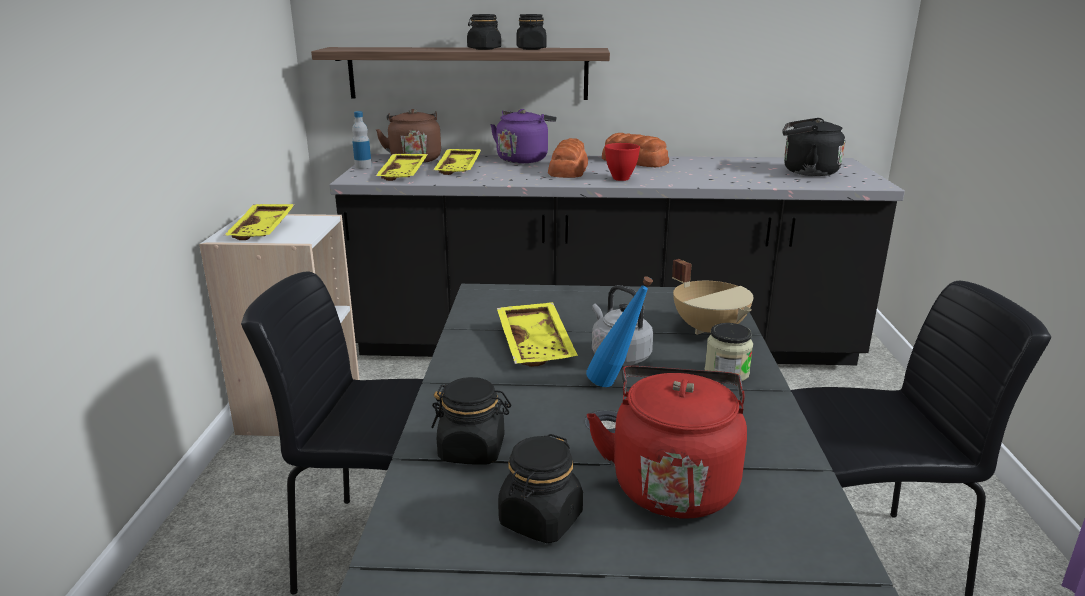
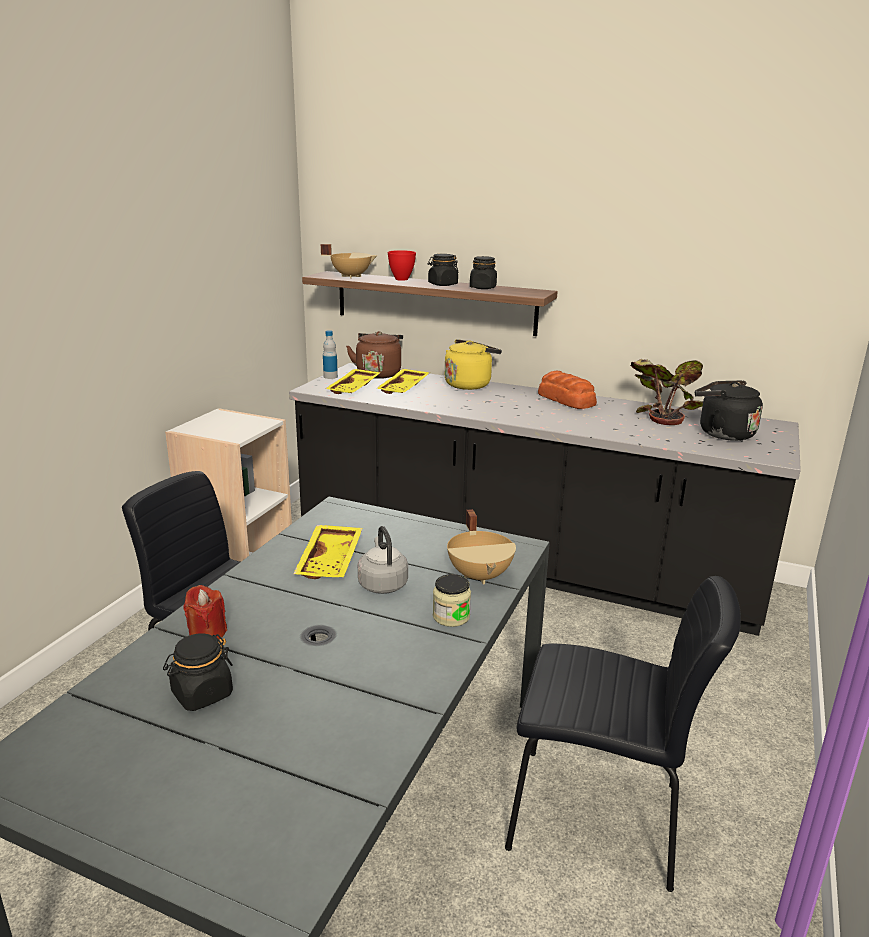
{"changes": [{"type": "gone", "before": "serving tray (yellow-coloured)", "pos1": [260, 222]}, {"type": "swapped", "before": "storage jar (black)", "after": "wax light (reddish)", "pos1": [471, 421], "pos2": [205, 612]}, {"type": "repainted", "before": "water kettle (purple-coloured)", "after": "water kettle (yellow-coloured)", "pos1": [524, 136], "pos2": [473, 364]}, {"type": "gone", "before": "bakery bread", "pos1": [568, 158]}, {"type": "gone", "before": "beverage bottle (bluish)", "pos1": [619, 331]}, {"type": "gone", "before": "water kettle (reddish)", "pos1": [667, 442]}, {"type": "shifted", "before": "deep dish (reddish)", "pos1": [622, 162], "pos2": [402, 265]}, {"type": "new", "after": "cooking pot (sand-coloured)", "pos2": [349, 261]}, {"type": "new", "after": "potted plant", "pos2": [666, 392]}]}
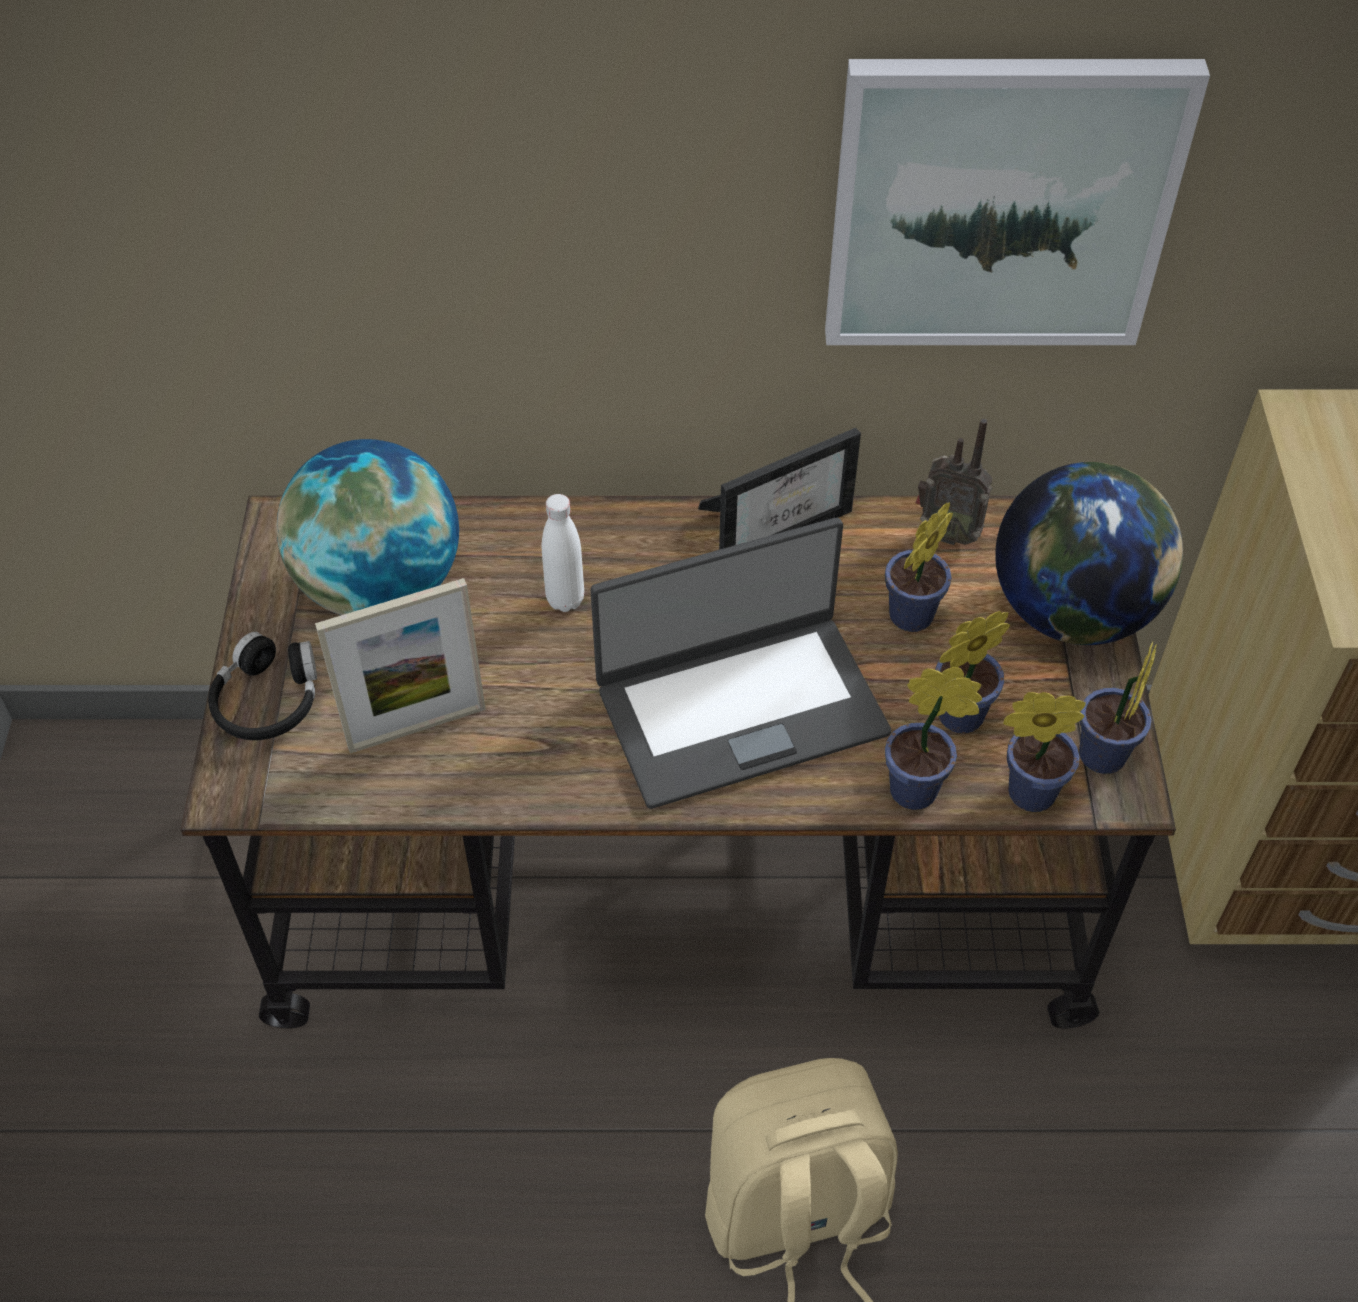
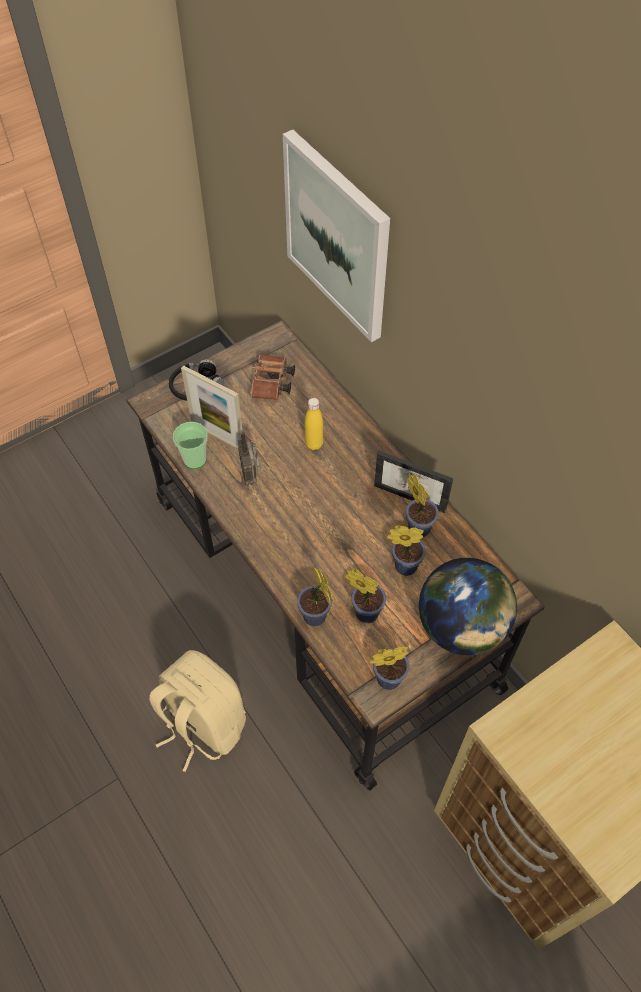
{"changes": [{"type": "swapped", "before": "desk globe", "after": "binoculars (brown)", "pos1": [367, 527], "pos2": [272, 377]}, {"type": "repainted", "before": "beverage bottle (white)", "after": "beverage bottle (yellow-coloured)", "pos1": [563, 553], "pos2": [314, 424]}, {"type": "gone", "before": "notebook computer", "pos1": [740, 663]}, {"type": "shifted", "before": "wall picture", "pos1": [1017, 202], "pos2": [336, 236]}, {"type": "shifted", "before": "radio receiver", "pos1": [954, 482], "pos2": [249, 458]}, {"type": "shifted", "before": "potted plant", "pos1": [1044, 752], "pos2": [422, 505]}, {"type": "new", "after": "cup", "pos2": [190, 445]}]}
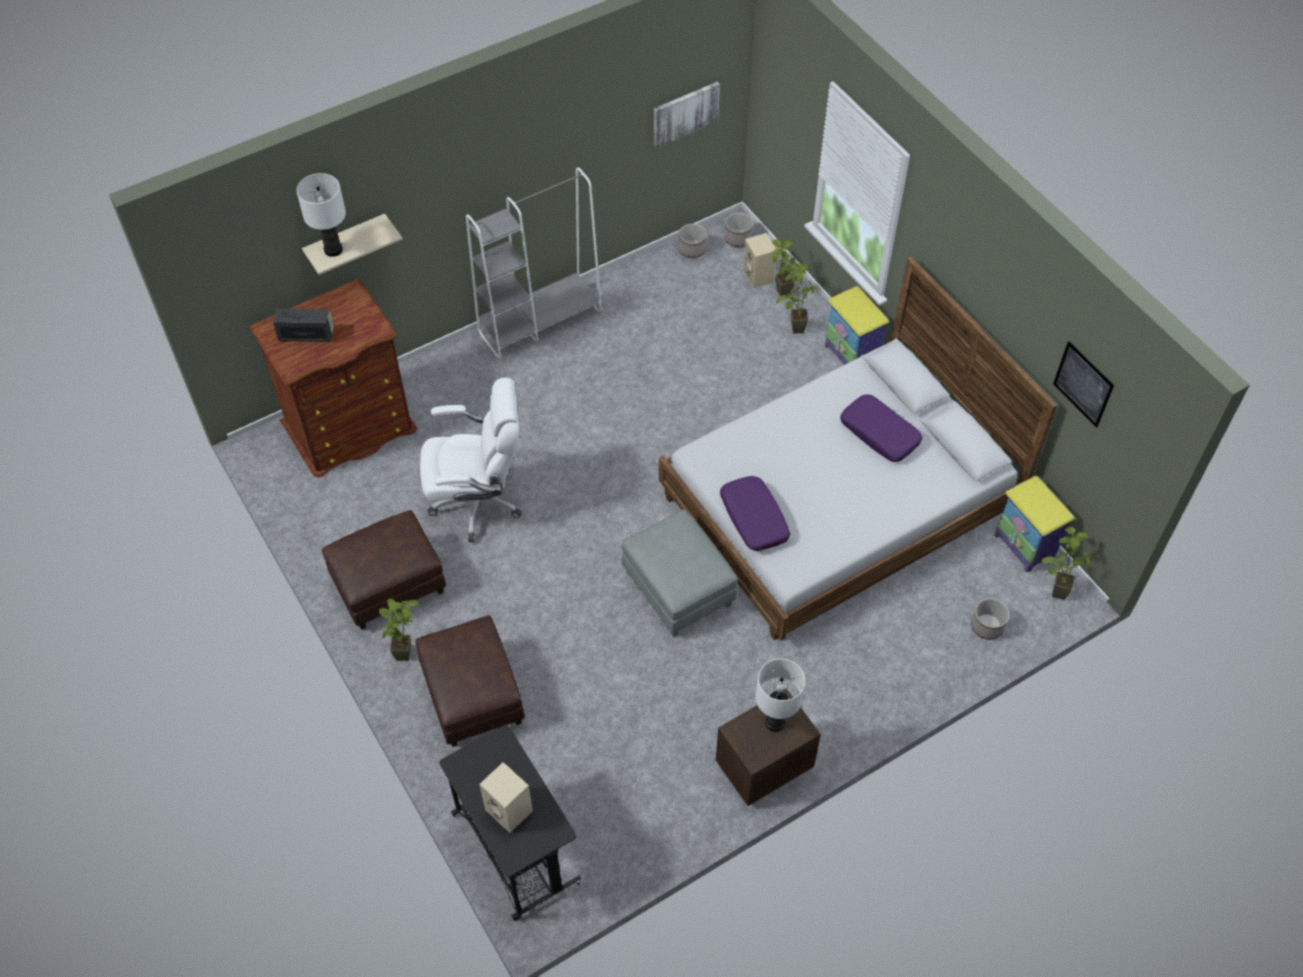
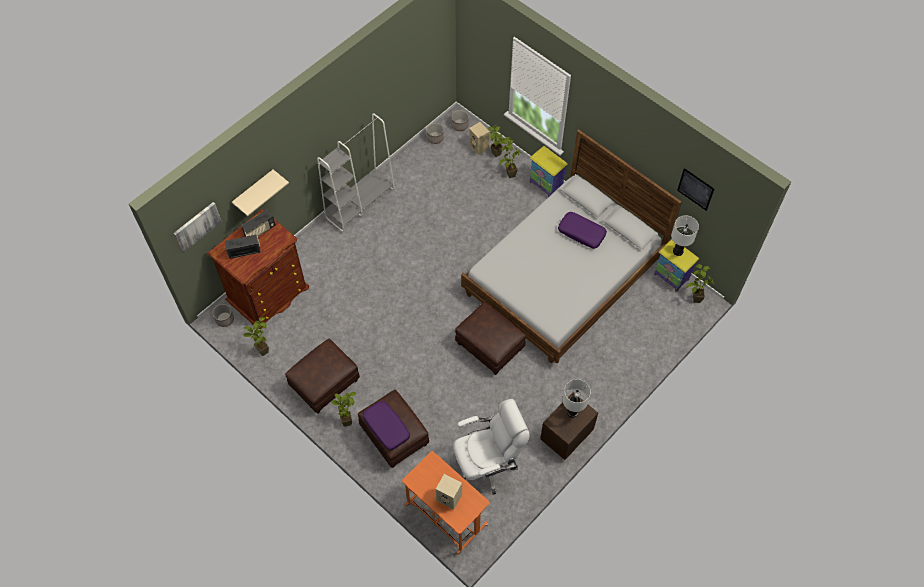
{"changes": [{"type": "shifted", "before": "table lamp (white)", "pos1": [321, 215], "pos2": [685, 236]}, {"type": "shifted", "before": "desk chair (white)", "pos1": [471, 460], "pos2": [491, 447]}, {"type": "repainted", "before": "desk unit (black)", "after": "desk unit (orange)", "pos1": [510, 823], "pos2": [446, 503]}, {"type": "repainted", "before": "ottoman (gray)", "after": "ottoman (brown)", "pos1": [679, 573], "pos2": [490, 338]}, {"type": "shifted", "before": "wall picture", "pos1": [687, 115], "pos2": [197, 227]}, {"type": "shifted", "before": "pillow (purple-coloured)", "pos1": [755, 513], "pos2": [386, 425]}, {"type": "shifted", "before": "plant pot", "pos1": [990, 619], "pos2": [223, 315]}, {"type": "new", "after": "radio receiver", "pos2": [258, 223]}, {"type": "new", "after": "potted plant", "pos2": [256, 336]}]}
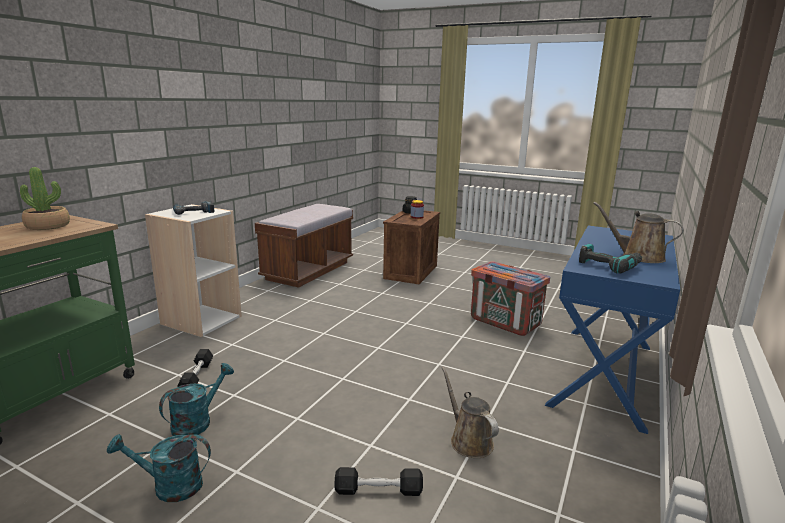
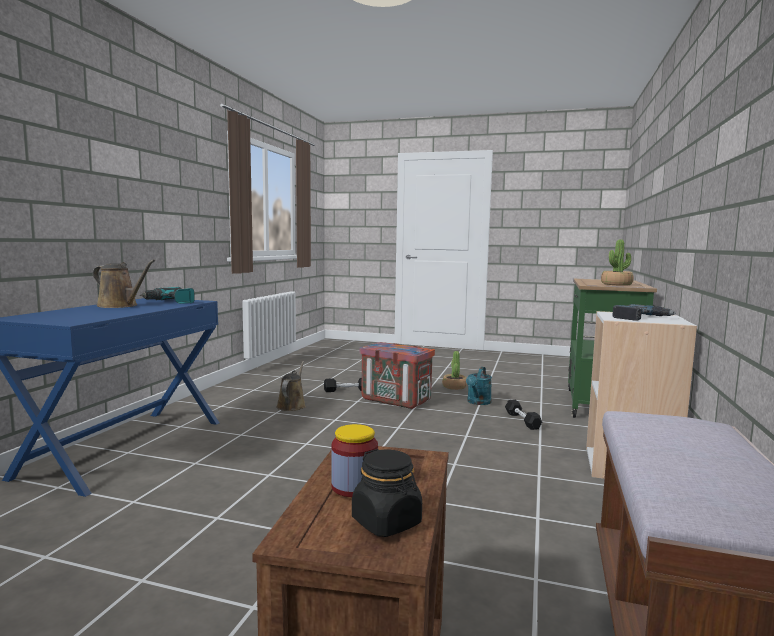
{"changes": [{"type": "swapped", "before": "sprinkling can (blue-green)", "after": "potted plant", "pos1": [159, 468], "pos2": [454, 370]}, {"type": "rotated", "before": "sprinkling can (brown)", "pos1": [470, 412], "pos2": [291, 386], "turn": -135}, {"type": "shifted", "before": "shipping crate", "pos1": [510, 298], "pos2": [397, 375]}]}
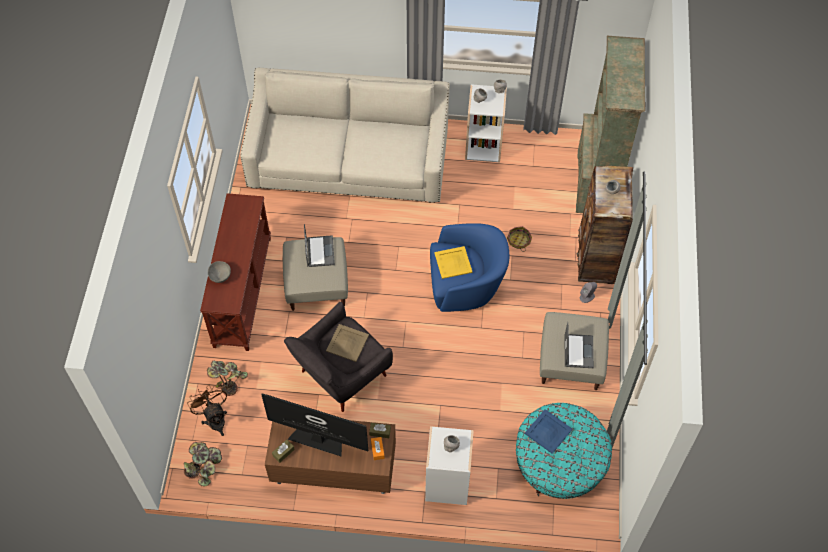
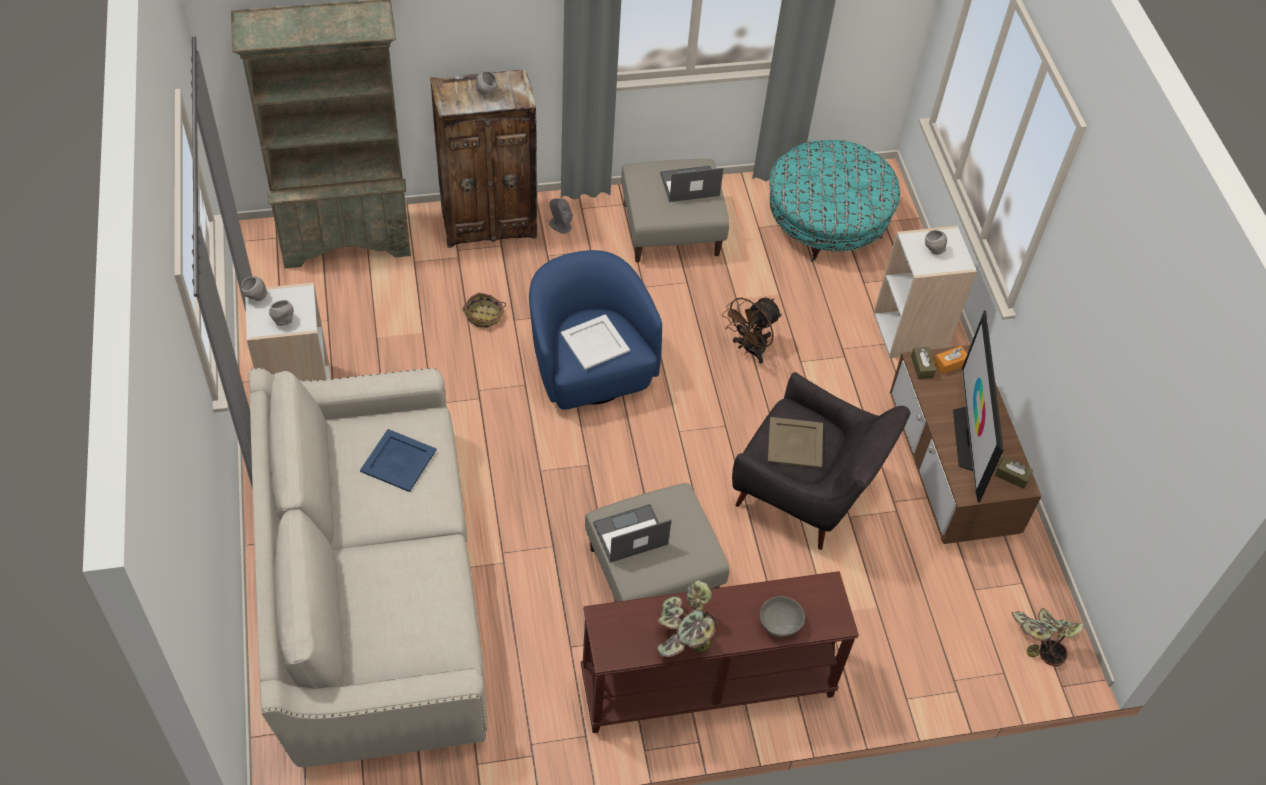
{"changes": [{"type": "shifted", "before": "electric fan (brown)", "pos1": [207, 410], "pos2": [752, 331]}, {"type": "shifted", "before": "potted plant", "pos1": [227, 378], "pos2": [687, 618]}, {"type": "repainted", "before": "serving tray (yellow-coloured)", "after": "serving tray (white)", "pos1": [453, 262], "pos2": [595, 342]}, {"type": "shifted", "before": "serving tray (bluish)", "pos1": [548, 431], "pos2": [398, 460]}]}
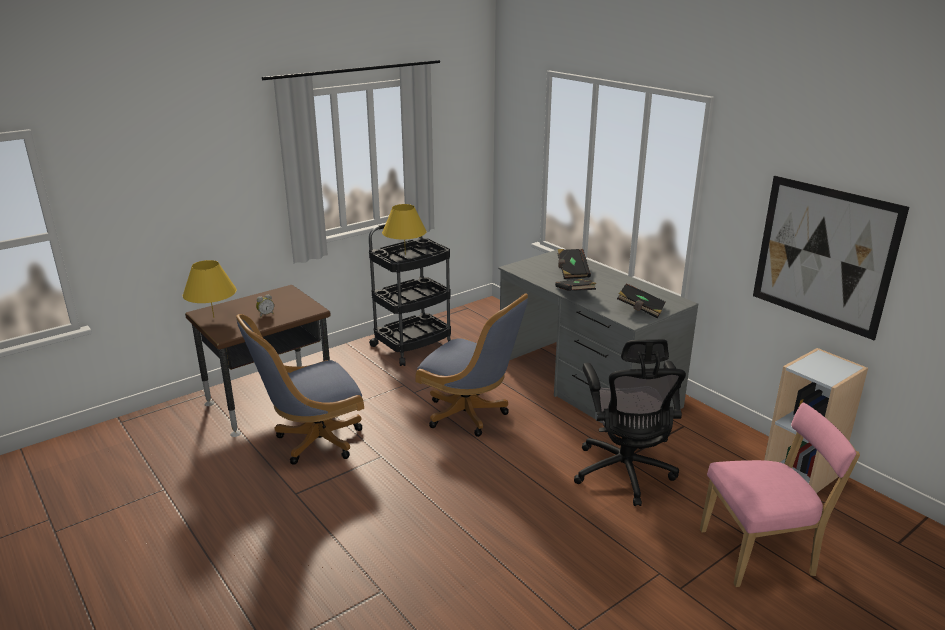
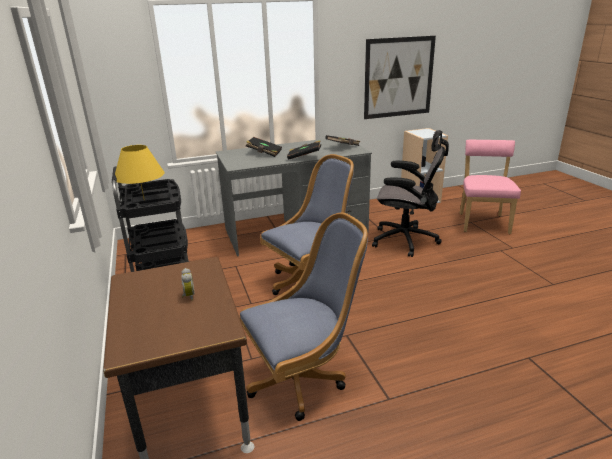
{"changes": [{"type": "gone", "before": "table lamp (yellow-coloured)", "pos1": [210, 289]}, {"type": "rotated", "before": "desk chair (bluish)", "pos1": [300, 389], "pos2": [304, 317], "turn": -105}]}
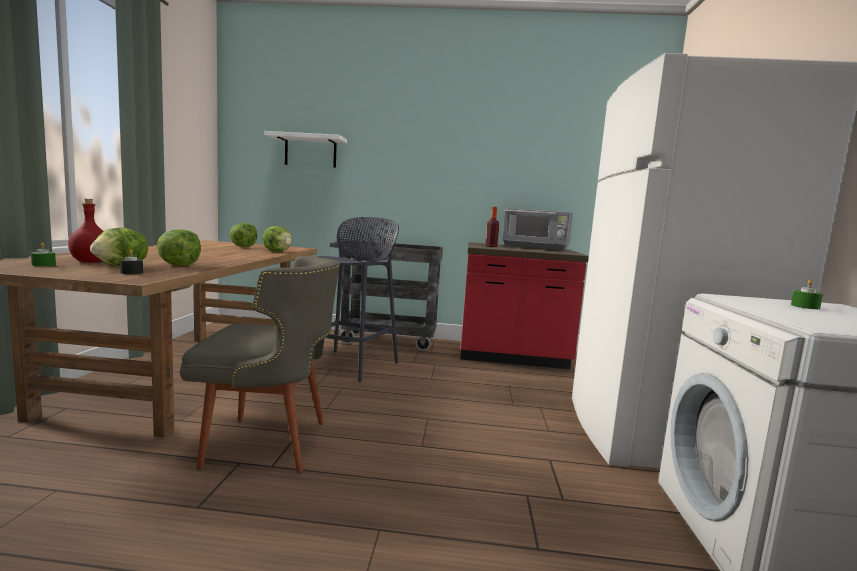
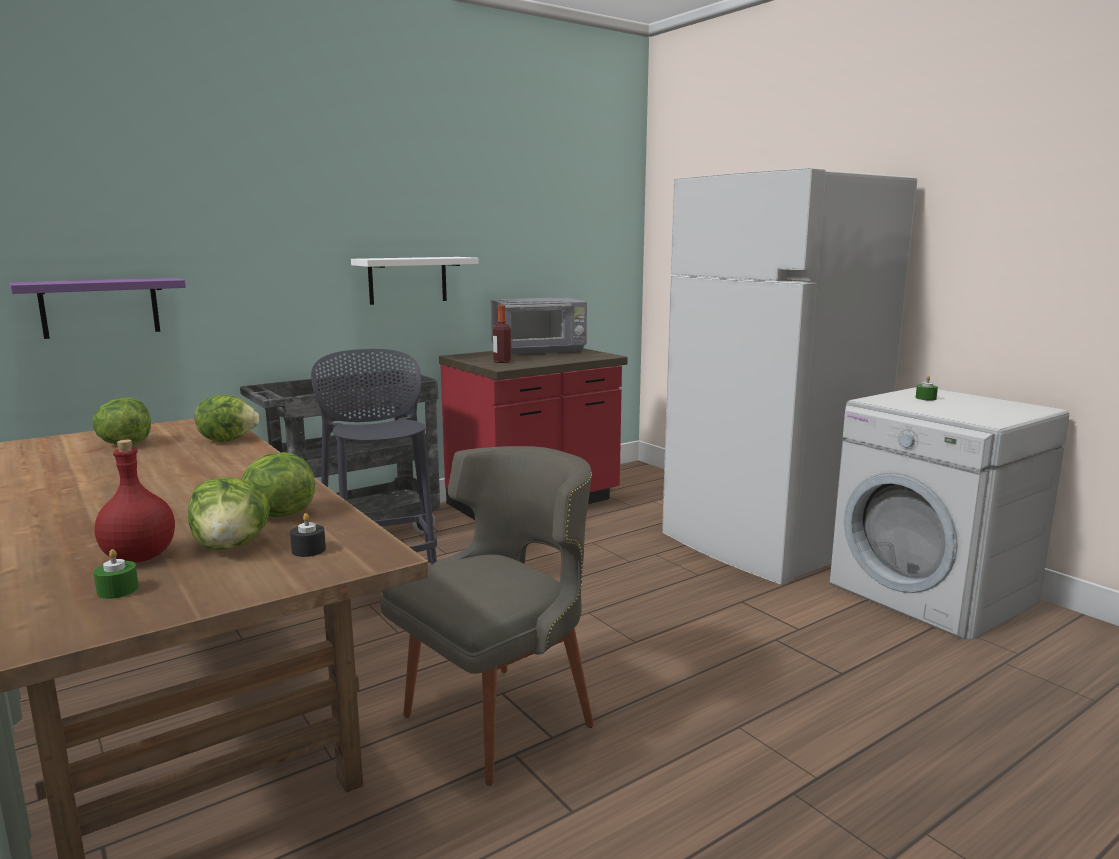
{"changes": [{"type": "shifted", "before": "shelf (white)", "pos1": [305, 149], "pos2": [415, 281]}, {"type": "new", "after": "shelf (purple-coloured)", "pos2": [97, 308]}]}
